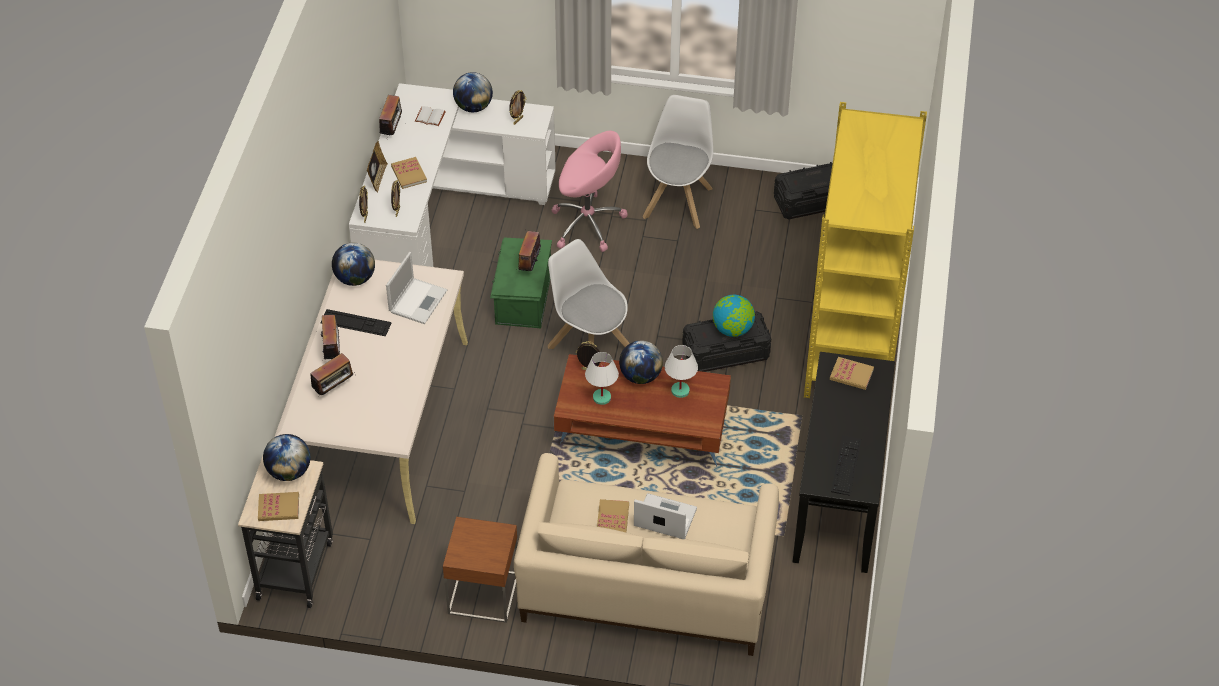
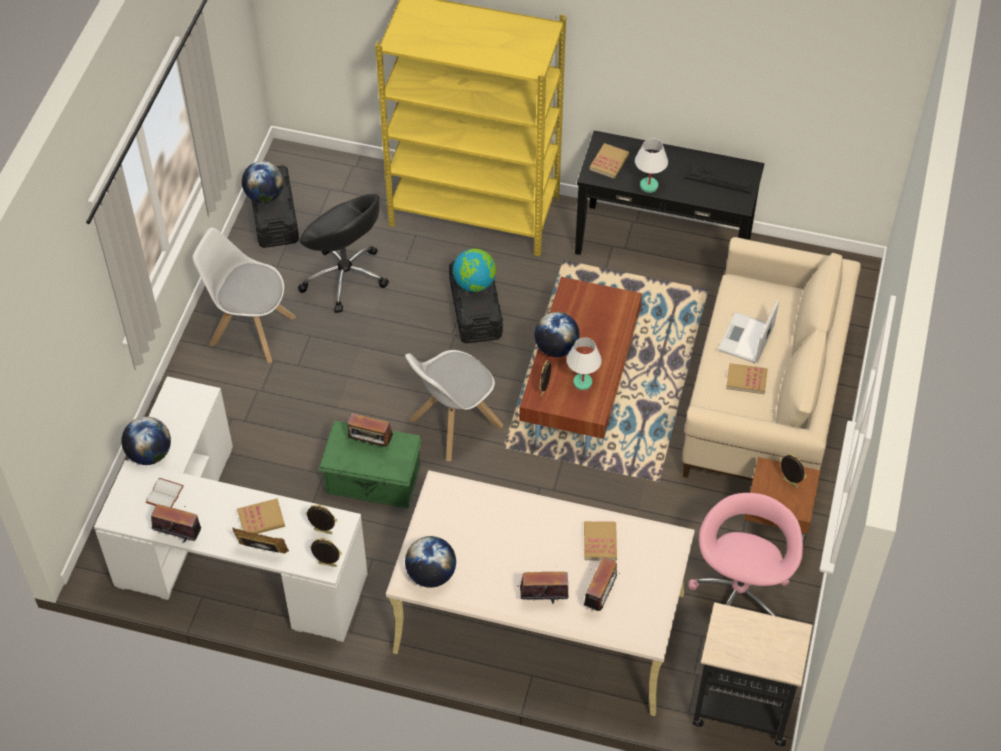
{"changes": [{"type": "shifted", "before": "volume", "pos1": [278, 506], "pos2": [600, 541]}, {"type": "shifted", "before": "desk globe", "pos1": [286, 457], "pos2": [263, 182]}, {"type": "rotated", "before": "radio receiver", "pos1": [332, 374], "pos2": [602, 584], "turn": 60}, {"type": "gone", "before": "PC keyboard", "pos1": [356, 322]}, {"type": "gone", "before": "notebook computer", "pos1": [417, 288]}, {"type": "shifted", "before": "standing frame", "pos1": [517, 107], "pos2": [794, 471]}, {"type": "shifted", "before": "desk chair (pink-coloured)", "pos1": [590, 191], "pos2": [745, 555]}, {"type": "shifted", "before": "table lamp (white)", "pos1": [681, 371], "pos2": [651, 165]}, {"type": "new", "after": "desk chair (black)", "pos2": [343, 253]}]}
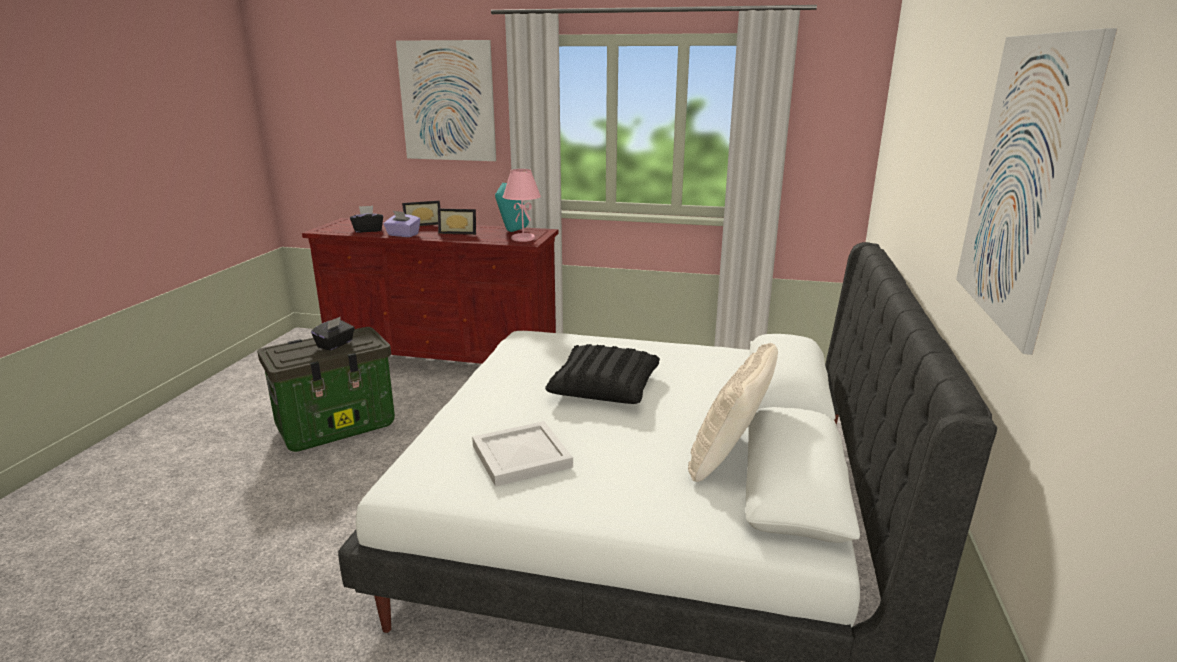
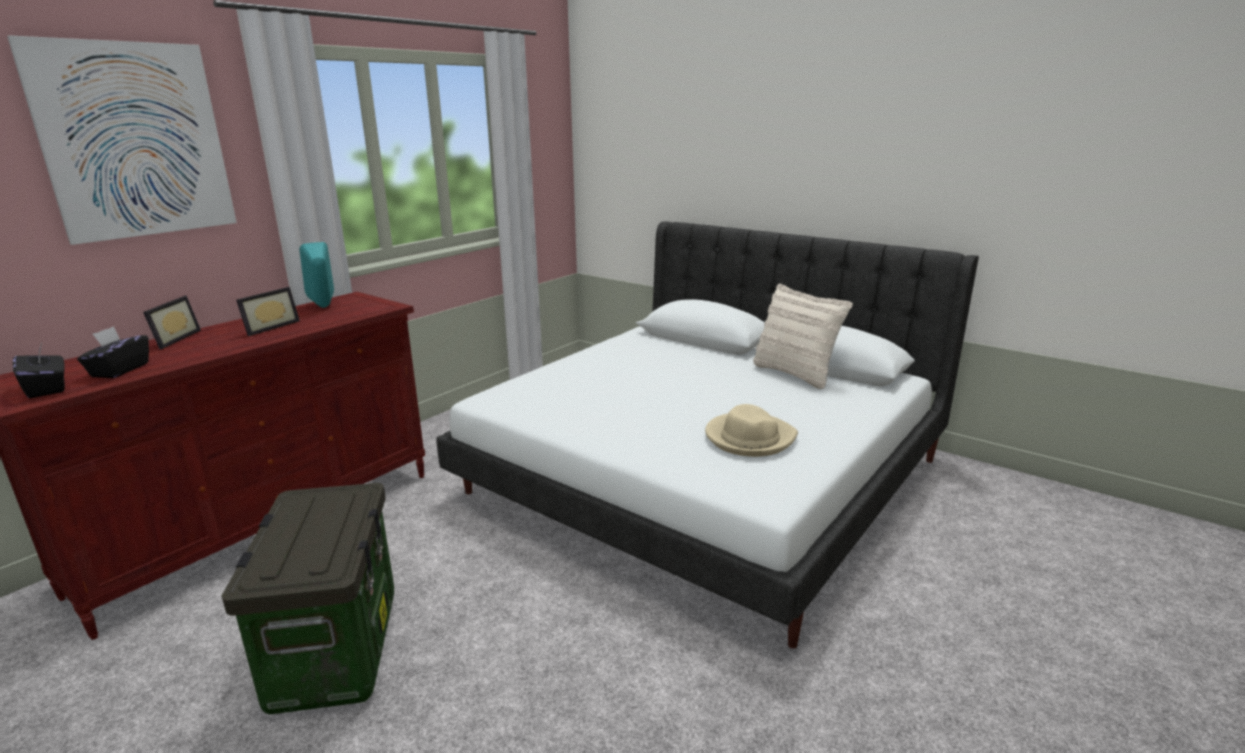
{"changes": [{"type": "shifted", "before": "box of tissues (black)", "pos1": [333, 333], "pos2": [39, 370]}, {"type": "gone", "before": "box of tissues (purple-coloured)", "pos1": [401, 224]}, {"type": "swapped", "before": "serving tray (white)", "after": "wearable hat (sand-coloured)", "pos1": [522, 454], "pos2": [751, 430]}, {"type": "gone", "before": "table lamp (pink-coloured)", "pos1": [522, 205]}, {"type": "gone", "before": "pillow (black)", "pos1": [602, 374]}, {"type": "gone", "before": "wall picture", "pos1": [1036, 191]}]}
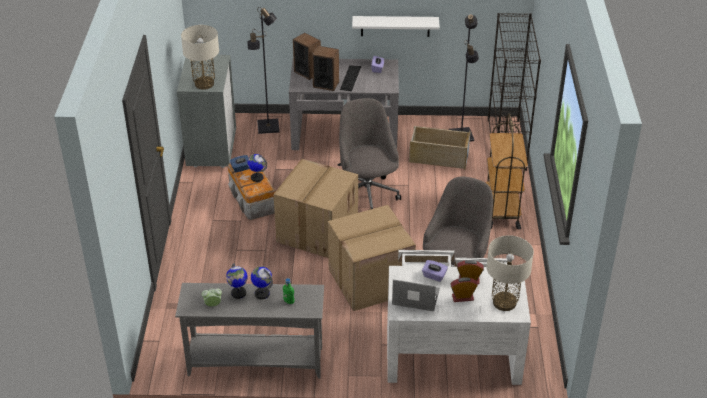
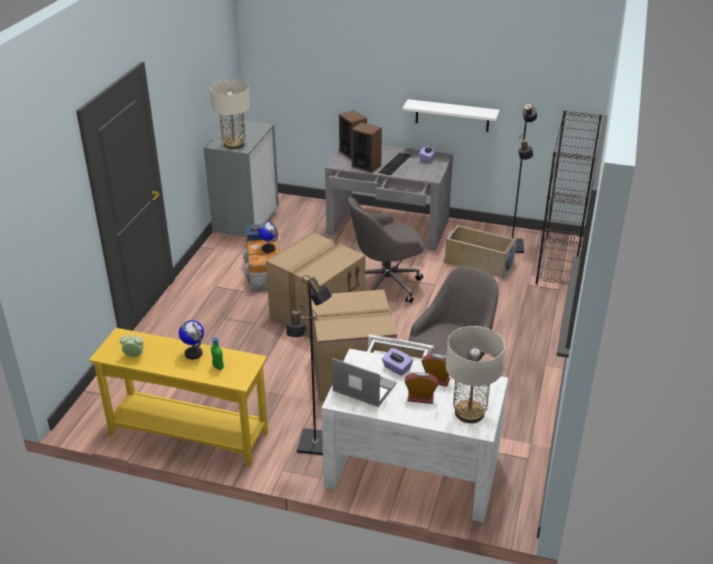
{"changes": [{"type": "repainted", "before": "hall table (gray)", "after": "hall table (yellow-coloured)", "pos1": [249, 330], "pos2": [178, 397]}, {"type": "gone", "before": "desk globe", "pos1": [237, 281]}, {"type": "shifted", "before": "standard lamp (black)", "pos1": [263, 70], "pos2": [309, 365]}, {"type": "rotated", "before": "desk chair (gray)", "pos1": [369, 154], "pos2": [386, 250], "turn": -120}, {"type": "gone", "before": "cart (brown)", "pos1": [506, 171]}]}
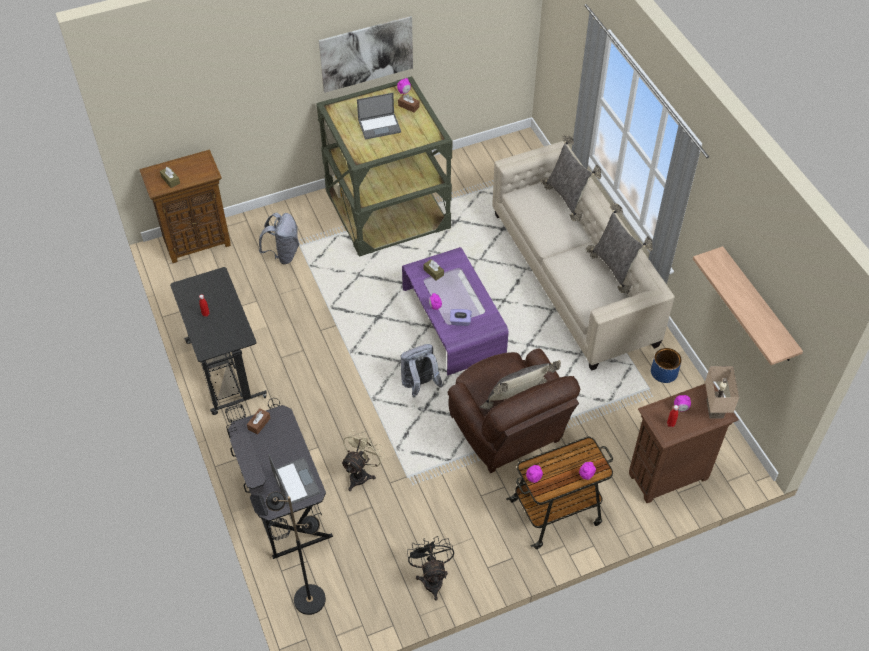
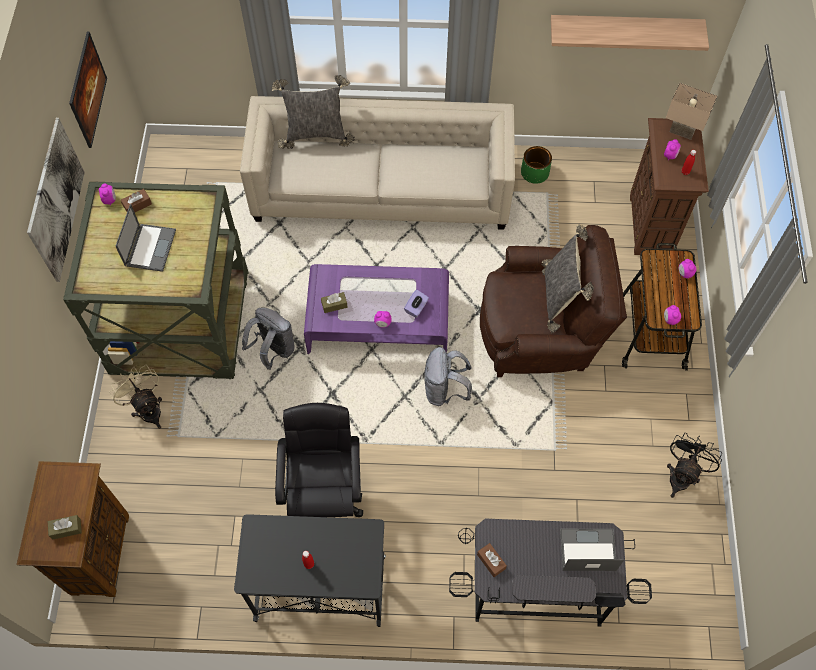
{"changes": [{"type": "shifted", "before": "knapsack (gray)", "pos1": [279, 238], "pos2": [268, 339]}, {"type": "gone", "before": "standard lamp (black)", "pos1": [296, 553]}, {"type": "shifted", "before": "electric fan (sand-coloured)", "pos1": [363, 460], "pos2": [135, 397]}, {"type": "rotated", "before": "electric fan (black)", "pos1": [430, 568], "pos2": [694, 465], "turn": 105}, {"type": "gone", "before": "pillow", "pos1": [619, 248]}, {"type": "repainted", "before": "plant pot (bluish)", "after": "plant pot (green)", "pos1": [666, 365], "pos2": [536, 165]}, {"type": "new", "after": "wall picture", "pos2": [88, 90]}, {"type": "new", "after": "desk chair (black)", "pos2": [319, 460]}]}
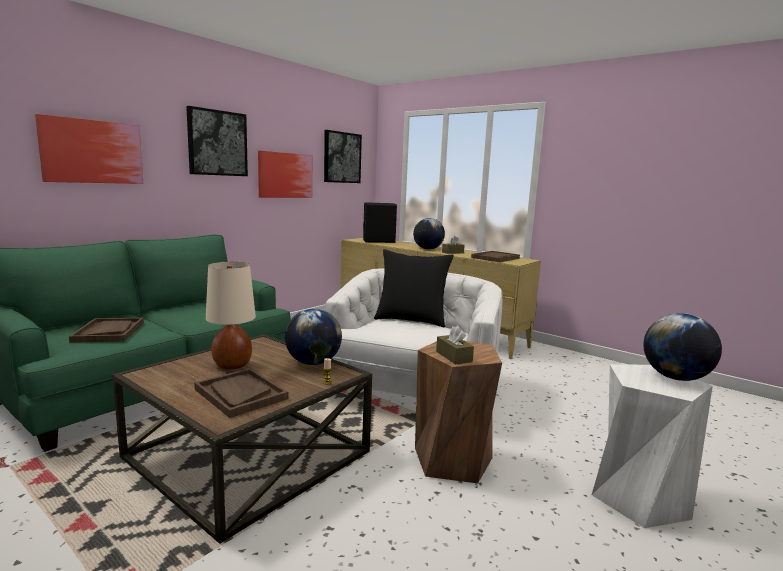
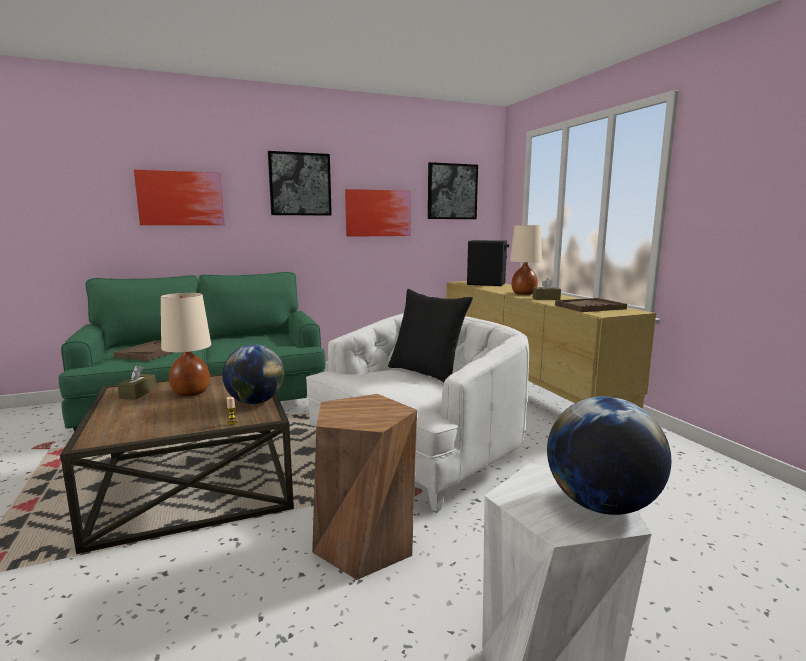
{"changes": [{"type": "gone", "before": "serving tray (brown)", "pos1": [241, 393]}, {"type": "swapped", "before": "desk globe", "after": "table lamp (sand-coloured)", "pos1": [429, 234], "pos2": [526, 260]}, {"type": "shifted", "before": "box of tissues (brown)", "pos1": [455, 345], "pos2": [136, 382]}]}
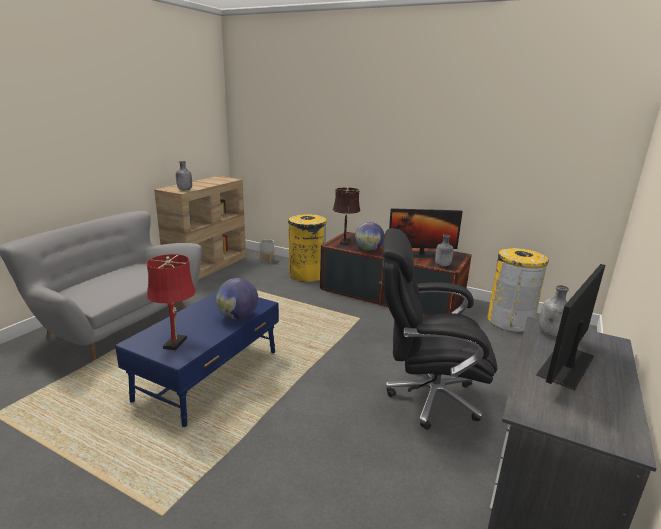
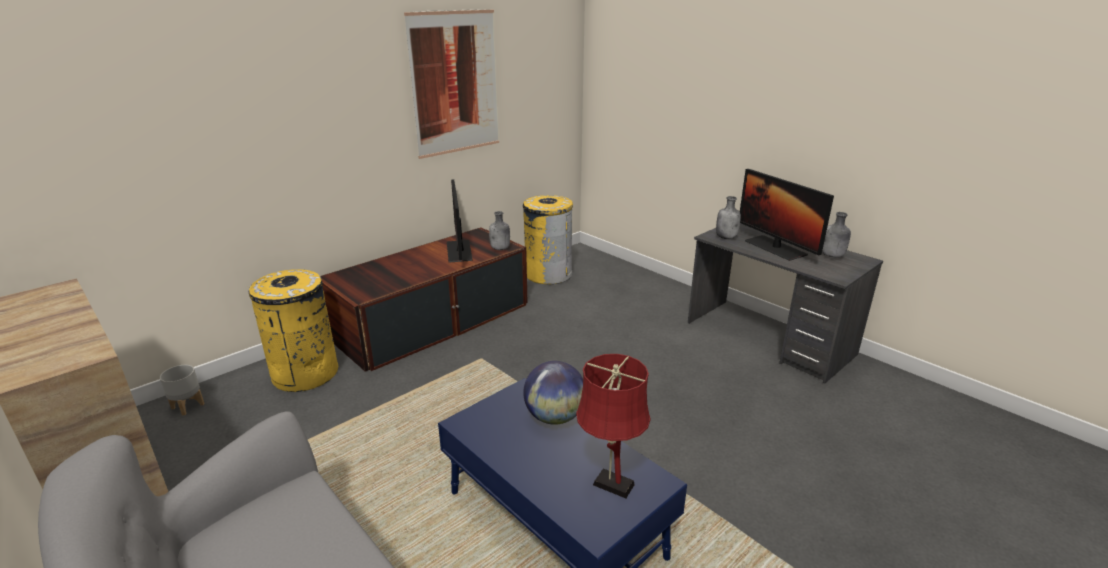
{"changes": [{"type": "shifted", "before": "beverage bottle (gray)", "pos1": [184, 176], "pos2": [836, 235]}, {"type": "gone", "before": "table lamp (brown)", "pos1": [346, 216]}, {"type": "gone", "before": "desk globe", "pos1": [369, 237]}, {"type": "gone", "before": "desk chair (black)", "pos1": [439, 329]}, {"type": "rotated", "before": "monitor", "pos1": [426, 233], "pos2": [460, 221], "turn": 150}, {"type": "new", "after": "wall picture", "pos2": [451, 84]}]}
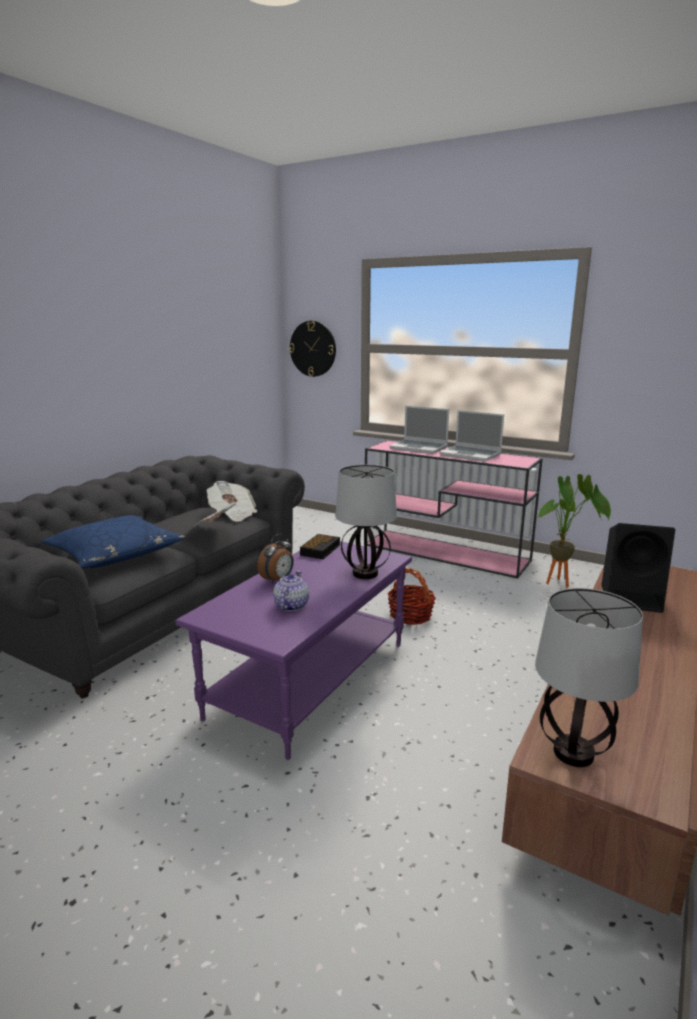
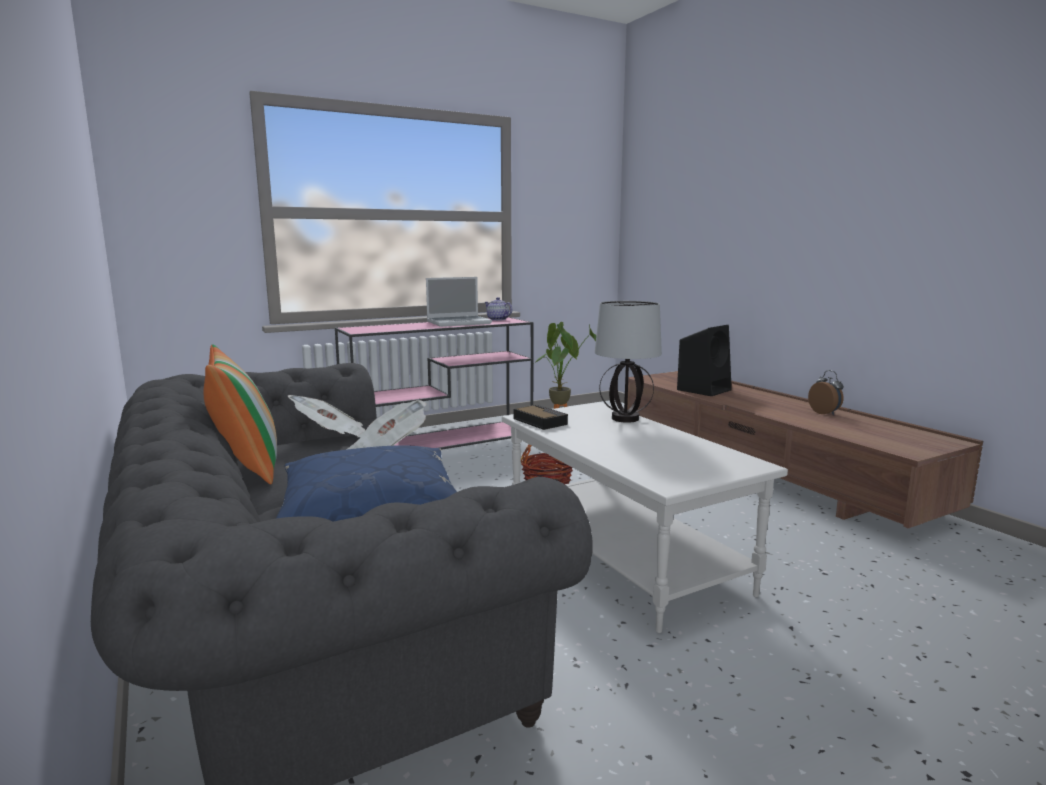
{"changes": [{"type": "repainted", "before": "low table (purple-coloured)", "after": "low table (white)", "pos1": [293, 650], "pos2": [645, 517]}, {"type": "shifted", "before": "table clock", "pos1": [275, 559], "pos2": [826, 392]}, {"type": "shifted", "before": "pot for tea", "pos1": [291, 591], "pos2": [498, 309]}, {"type": "gone", "before": "clock on the wall", "pos1": [312, 349]}, {"type": "gone", "before": "notebook computer", "pos1": [419, 430]}, {"type": "gone", "before": "table lamp", "pos1": [589, 677]}, {"type": "new", "after": "pillow", "pos2": [240, 414]}]}
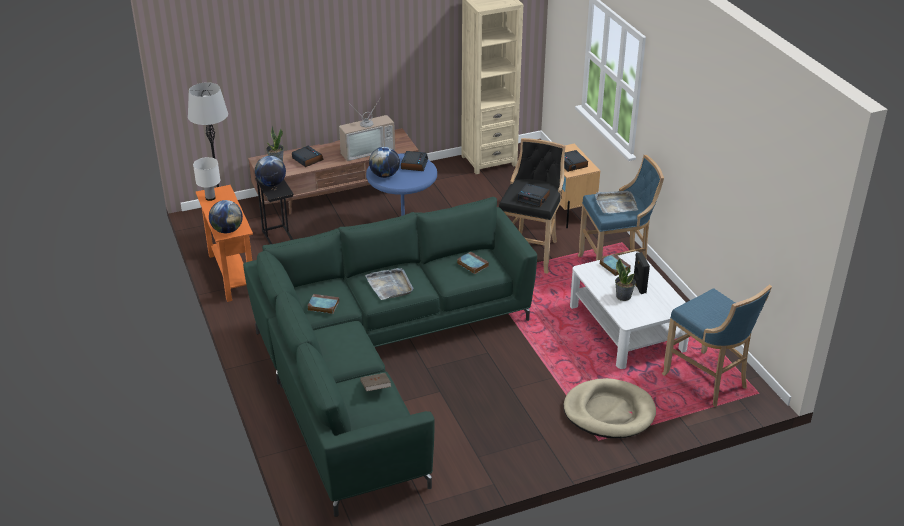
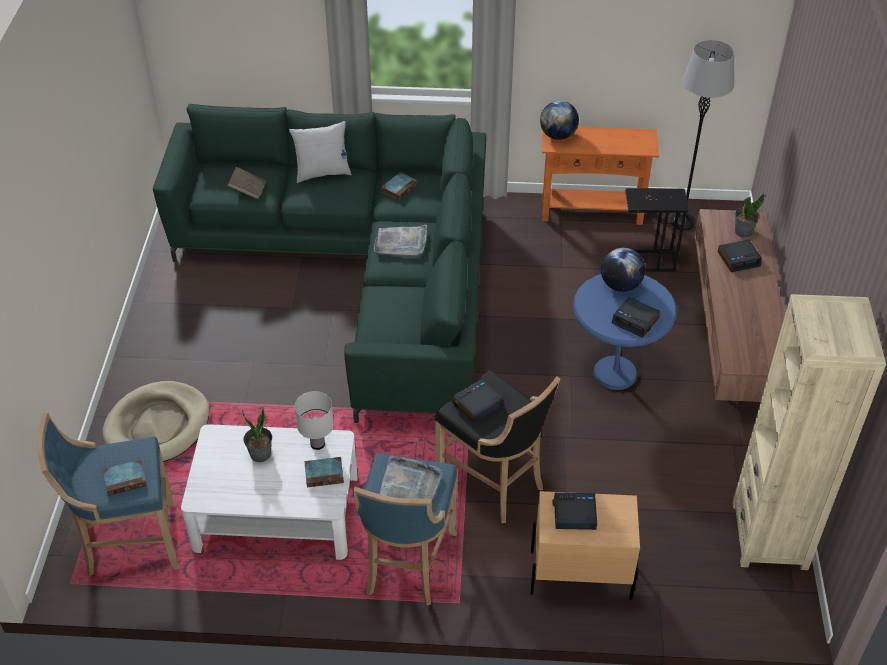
{"changes": [{"type": "shifted", "before": "table lamp (white)", "pos1": [206, 179], "pos2": [314, 420]}, {"type": "gone", "before": "desk globe", "pos1": [270, 171]}, {"type": "gone", "before": "television", "pos1": [367, 129]}, {"type": "shifted", "before": "volume", "pos1": [473, 262], "pos2": [125, 478]}, {"type": "gone", "before": "speaker (black)", "pos1": [641, 273]}, {"type": "new", "after": "pillow (gray)", "pos2": [320, 152]}]}
